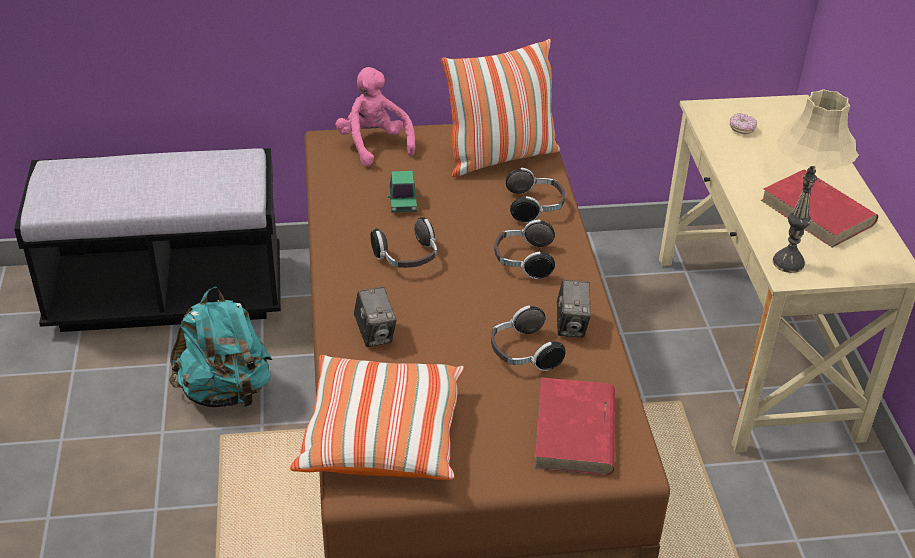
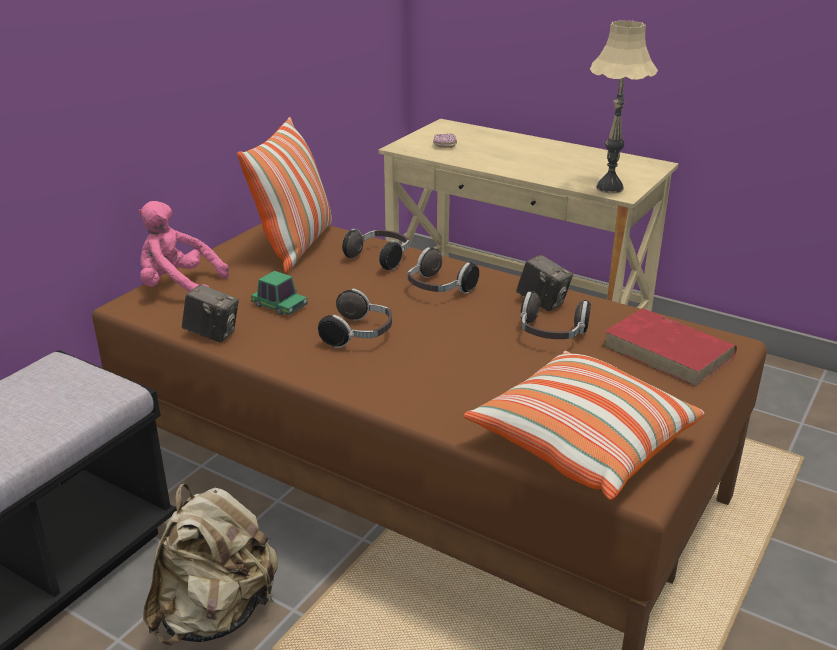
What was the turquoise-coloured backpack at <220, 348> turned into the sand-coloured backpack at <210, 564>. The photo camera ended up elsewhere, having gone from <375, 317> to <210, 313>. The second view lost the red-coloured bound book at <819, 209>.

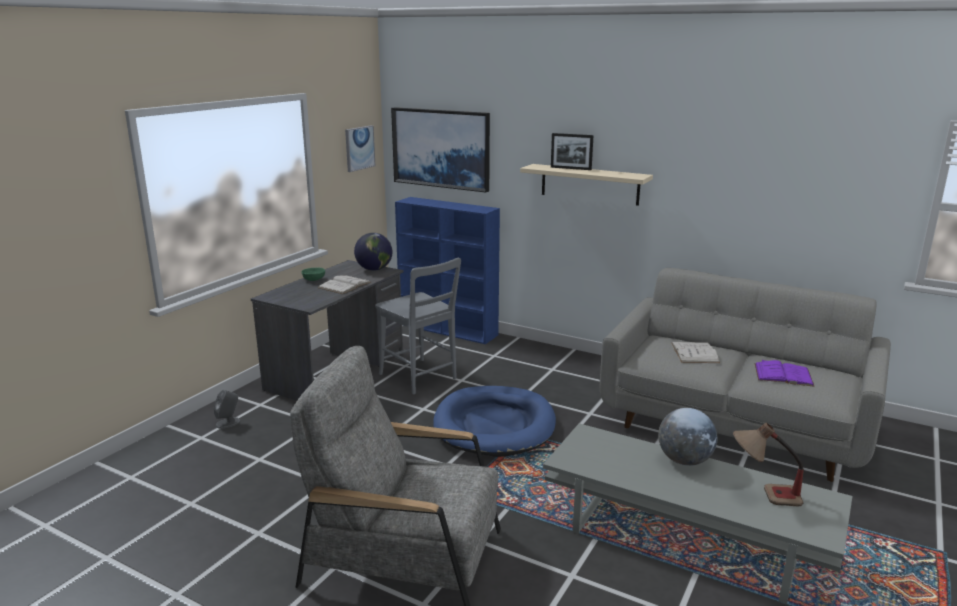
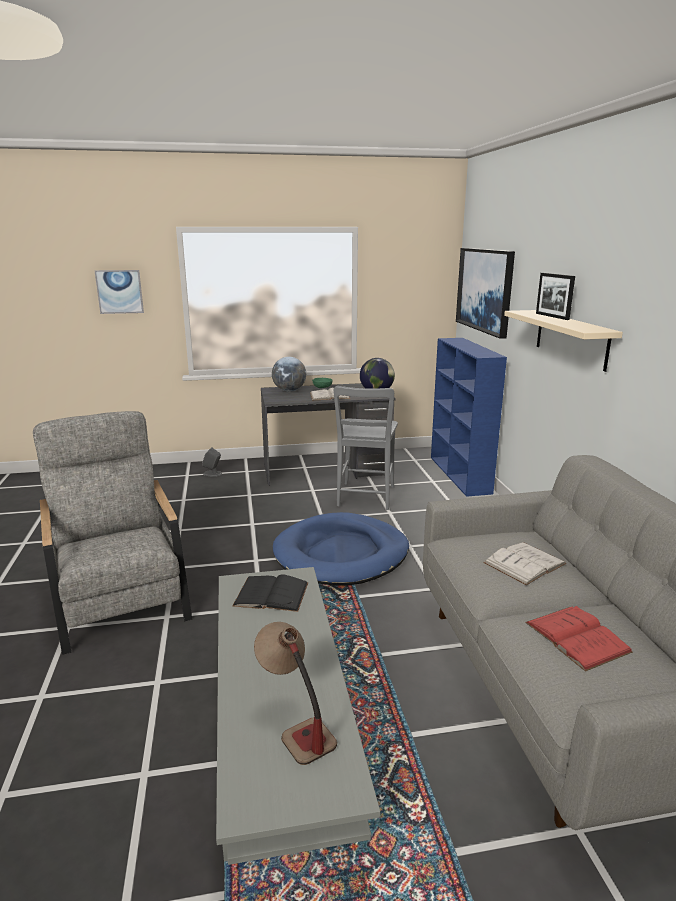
The wall art ended up elsewhere, having gone from <360, 148> to <119, 292>. The desk globe ended up elsewhere, having gone from <688, 437> to <289, 374>. What was the purplish bound book at <784, 373> turned into the red-coloured bound book at <579, 639>. The second view gained the blackish bound book at <270, 593>.

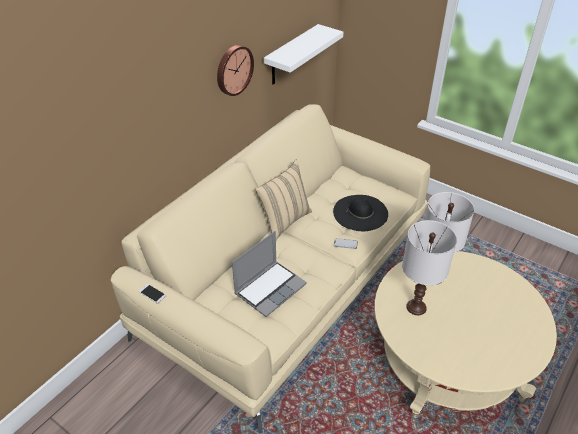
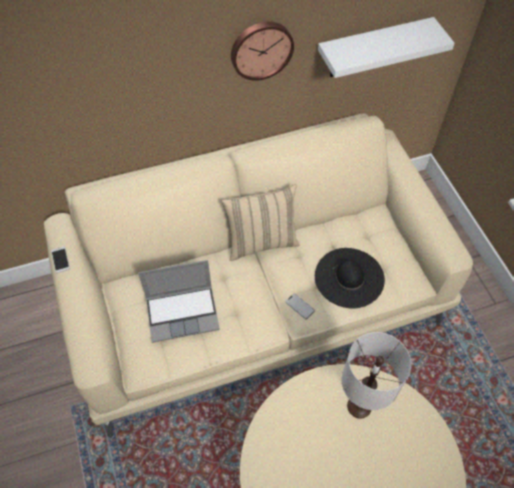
The second view lost the white table lamp at <429, 267>.

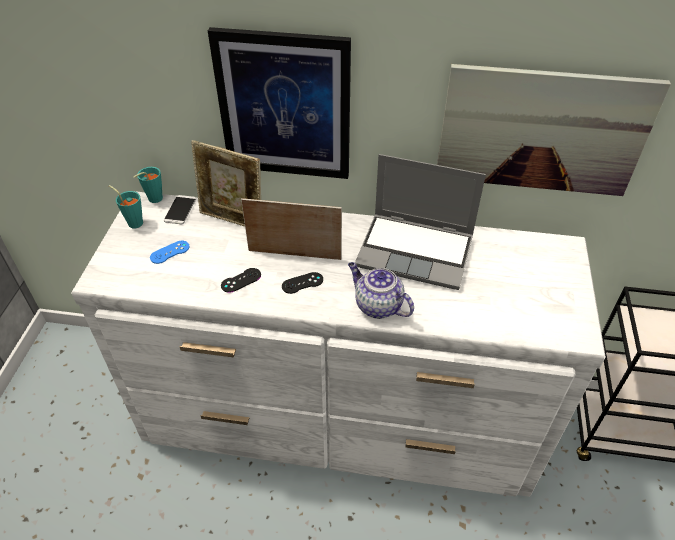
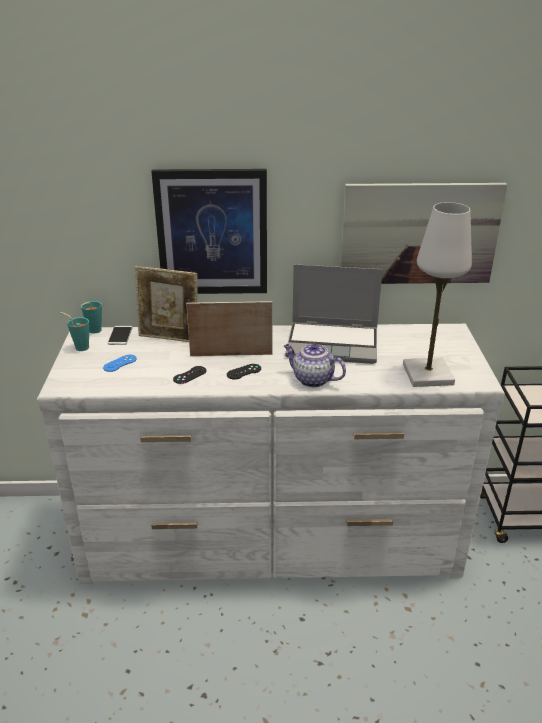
The second view gained the white table lamp at <437, 294>.

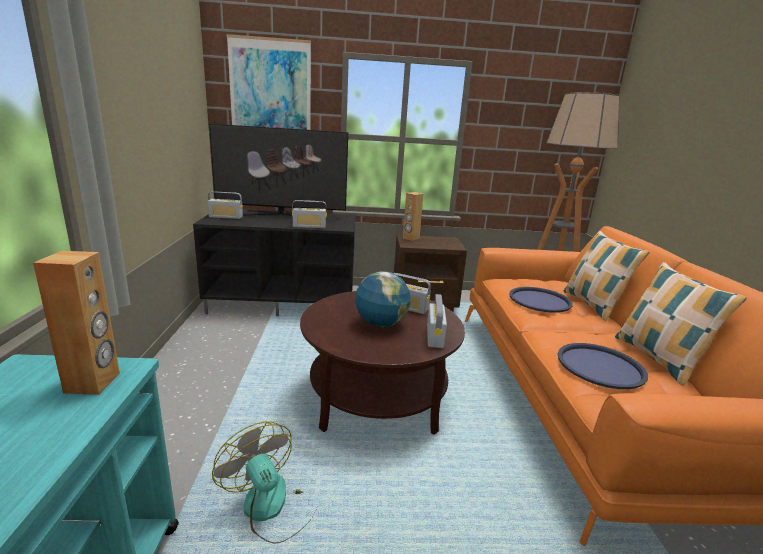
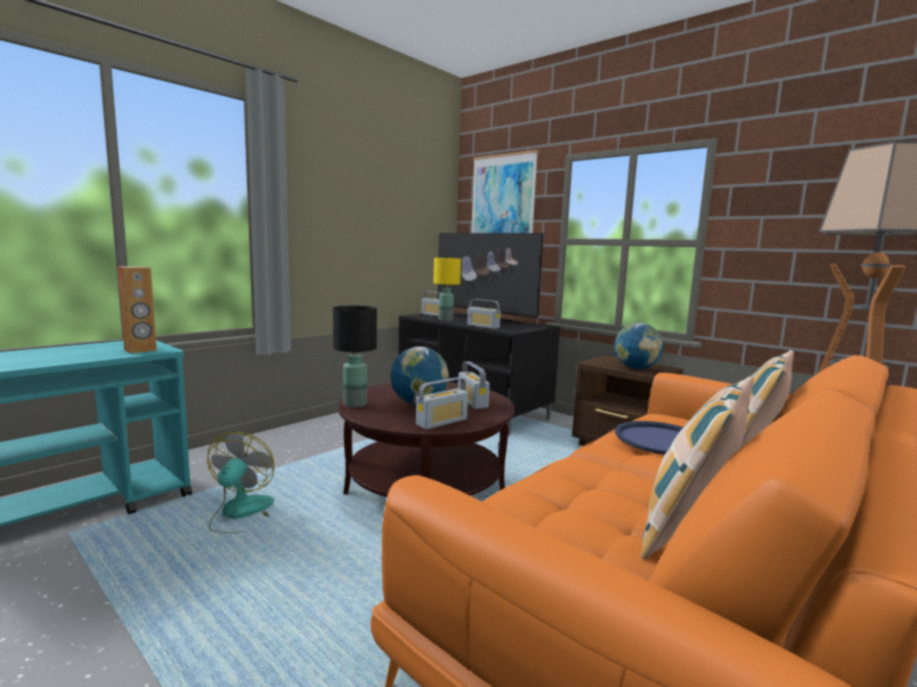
The second view lost the brown loudspeaker at <413, 216>. The second view lost the blue tray at <603, 366>. The second view gained the blackish table lamp at <355, 357>. The second view gained the yellow-coloured table lamp at <447, 289>. The second view gained the desk globe at <638, 346>.

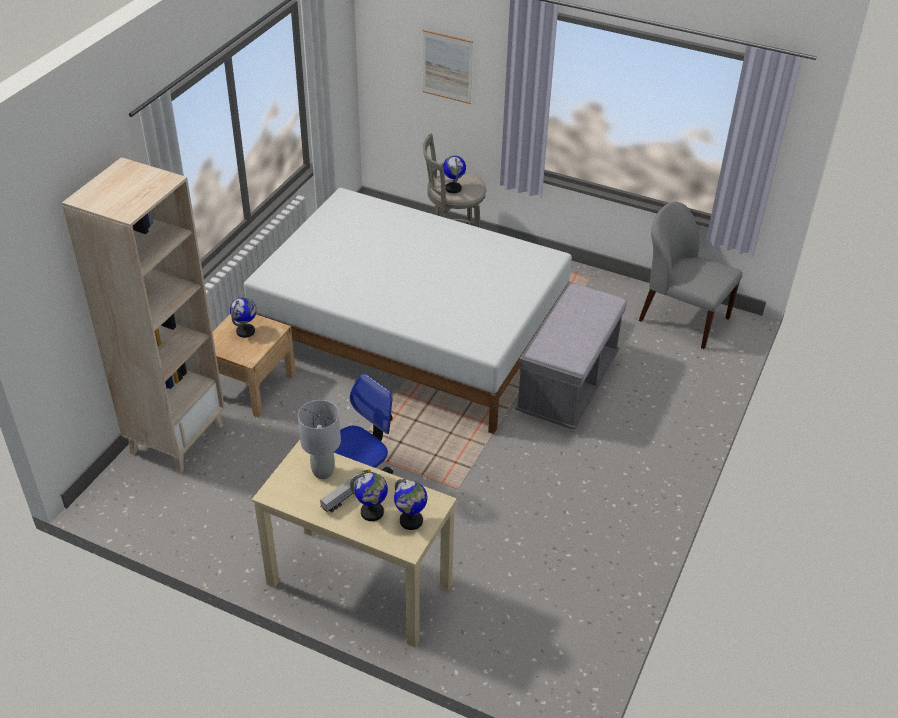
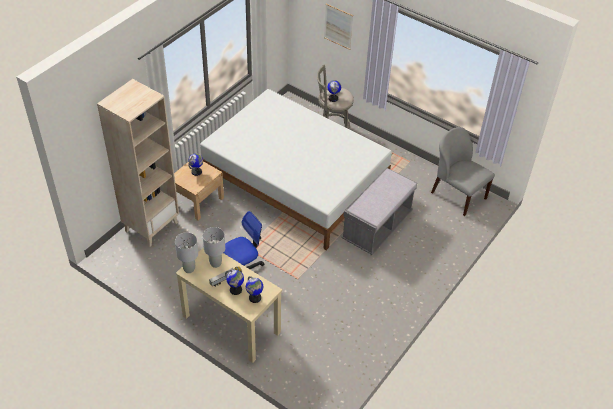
The second view gained the grey table lamp at <186, 252>.

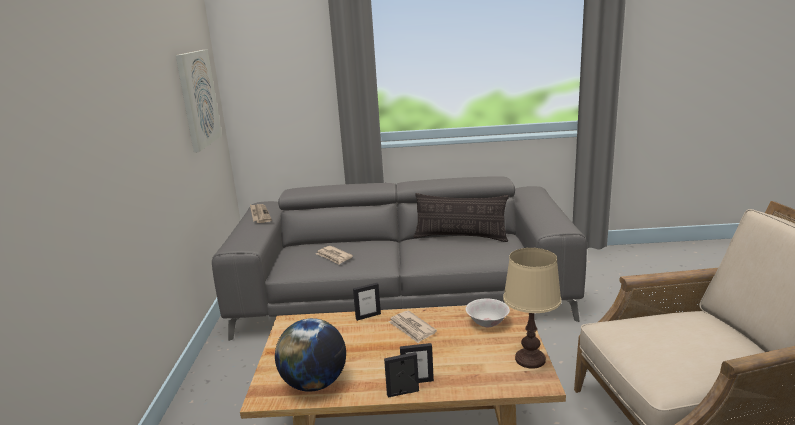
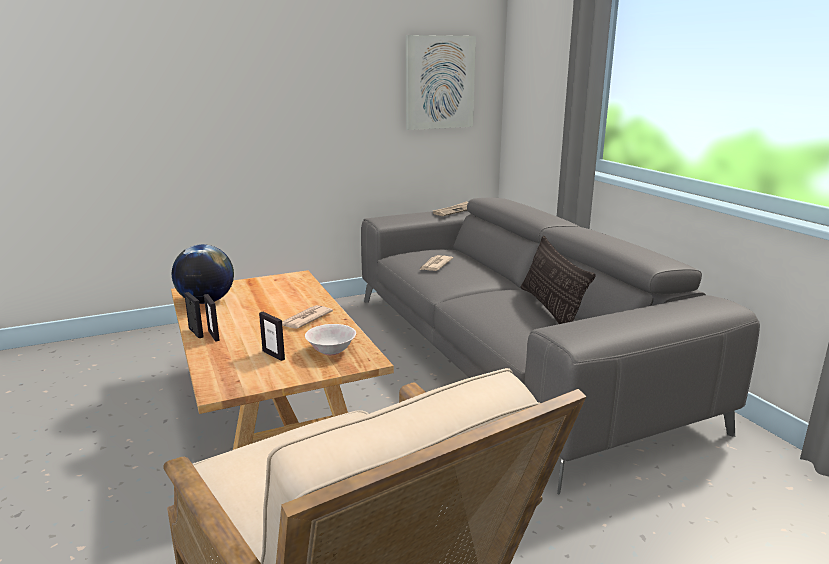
The photo frame ended up elsewhere, having gone from <367, 302> to <272, 336>. The second view lost the sand-coloured table lamp at <532, 308>.

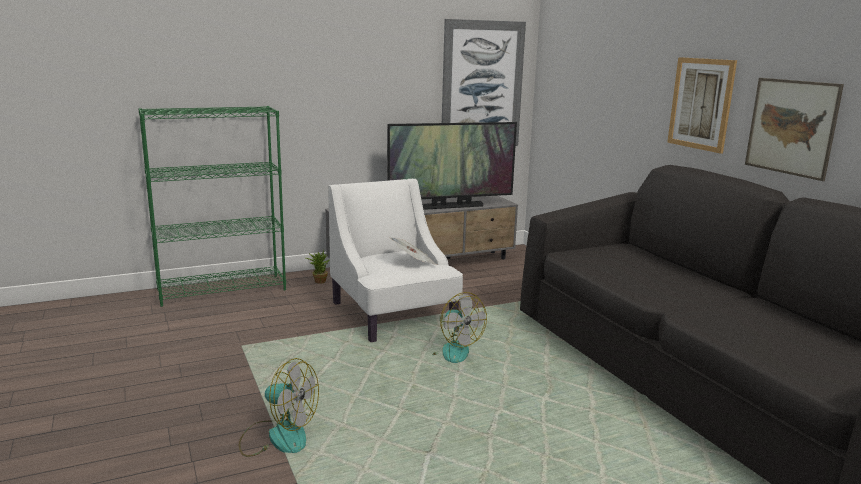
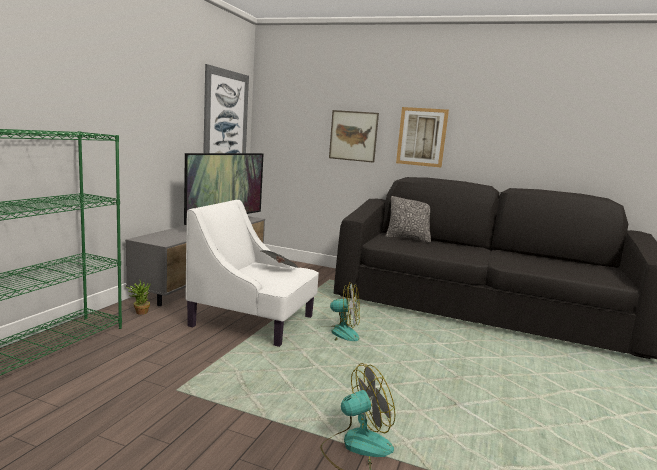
The wall art ended up elsewhere, having gone from <794, 129> to <354, 136>. The second view gained the cushion at <408, 219>.

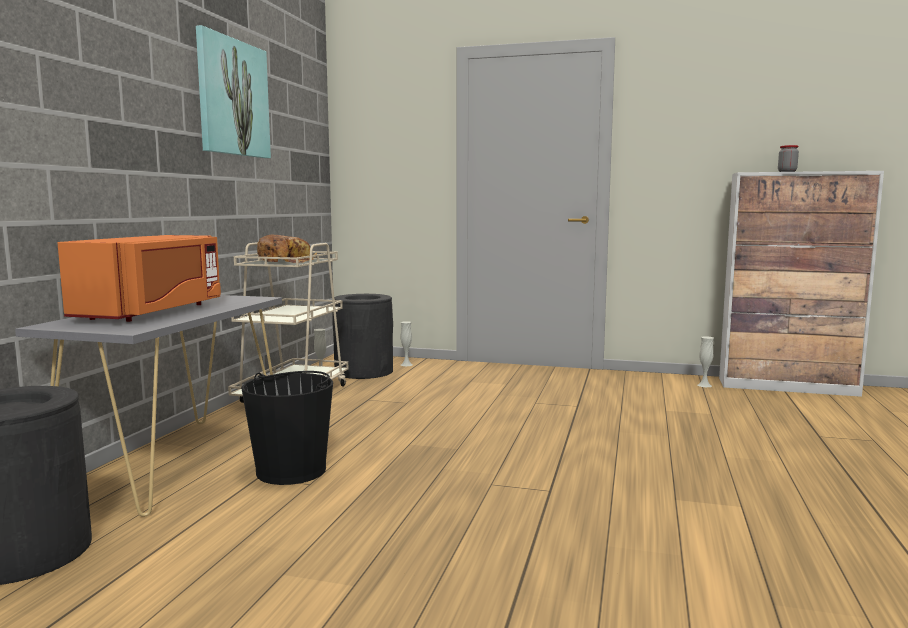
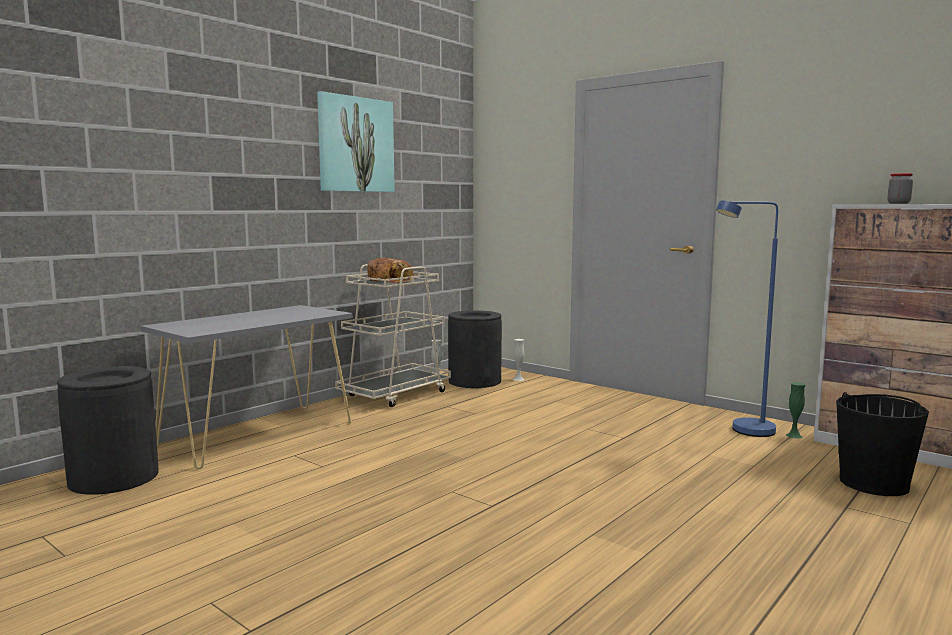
The second view lost the orangey microwave oven at <139, 278>. The blackish bucket ended up elsewhere, having gone from <287, 428> to <882, 444>. What was the white decorative vase at <706, 361> turned into the greenish decorative vase at <795, 410>. The second view gained the blue standard lamp at <747, 318>.

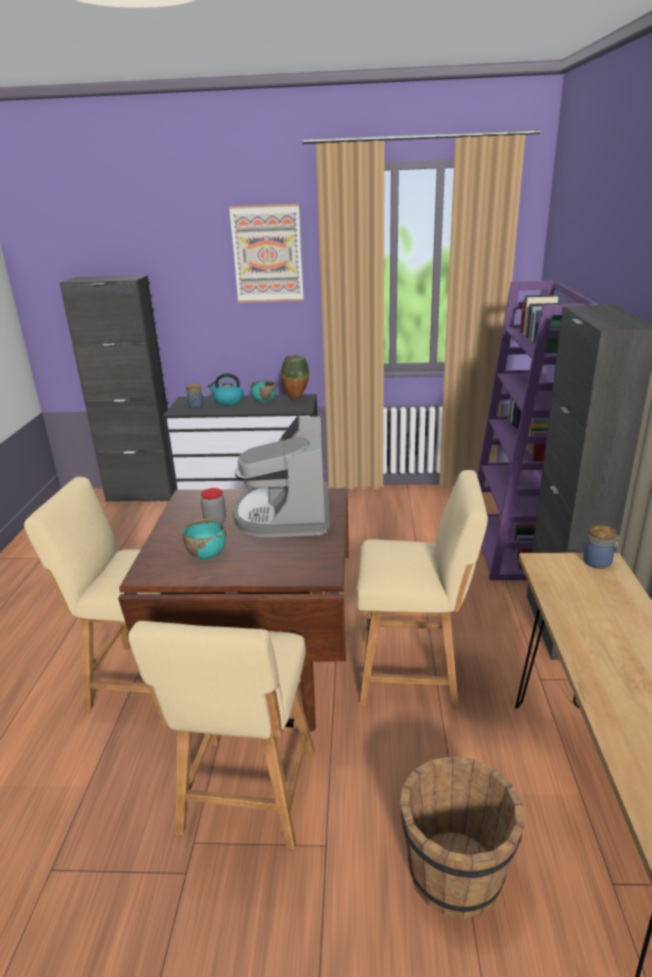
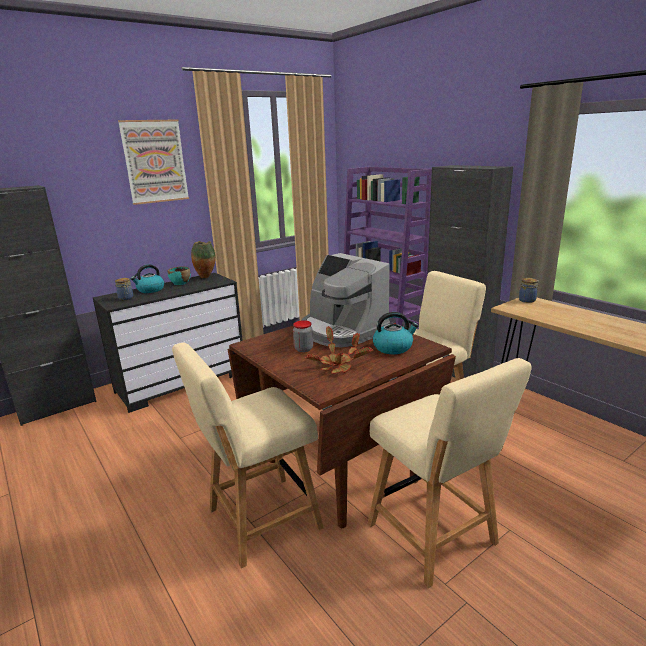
Where the turquoise-coloured serving bowl stood at <204, 539>, the potted plant came to stand at <339, 350>. The second view lost the brown bucket at <462, 837>. The second view gained the kettle at <396, 333>.

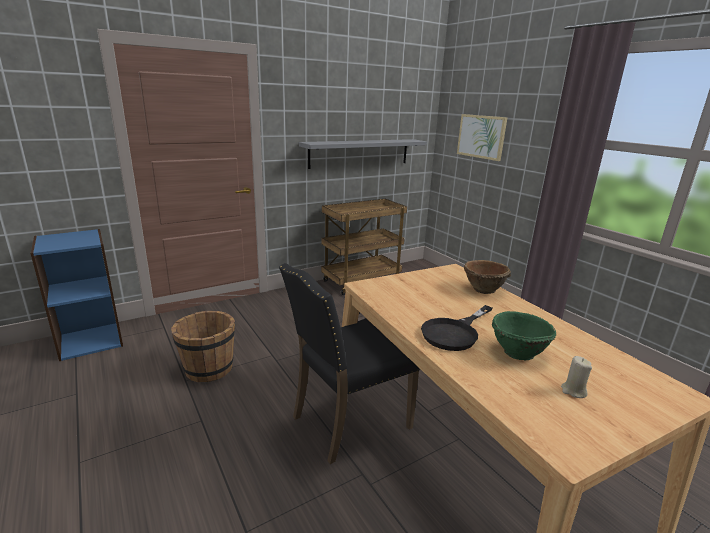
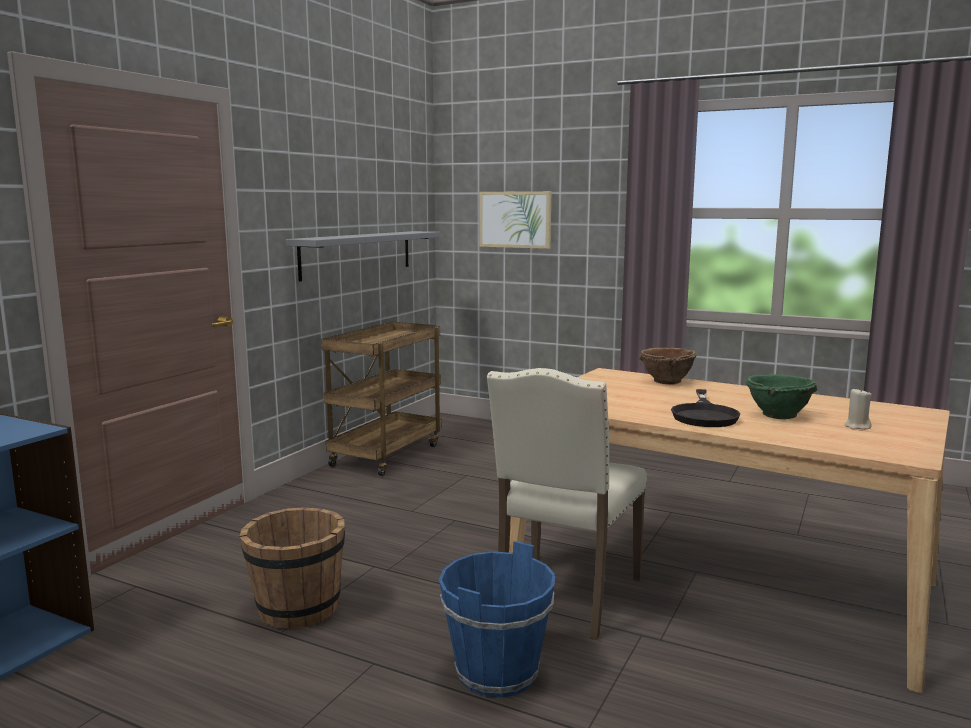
What was the blackish plain chair at <349, 363> turned into the sand-coloured plain chair at <567, 504>. The second view gained the blue bucket at <497, 619>.

